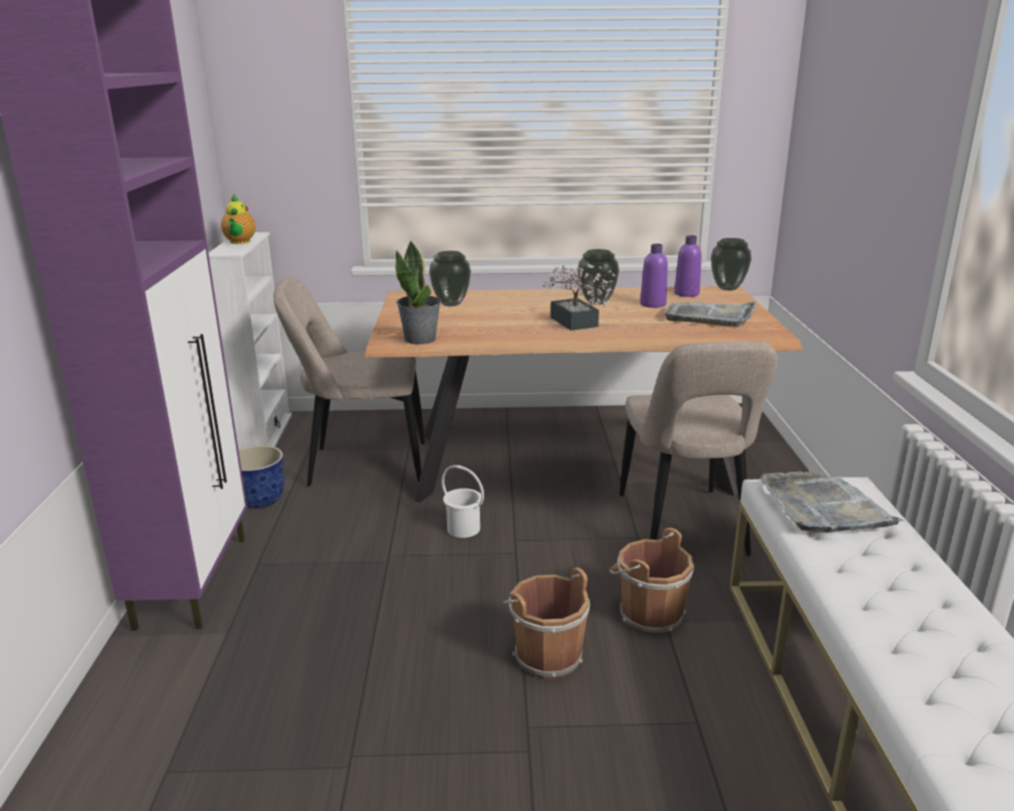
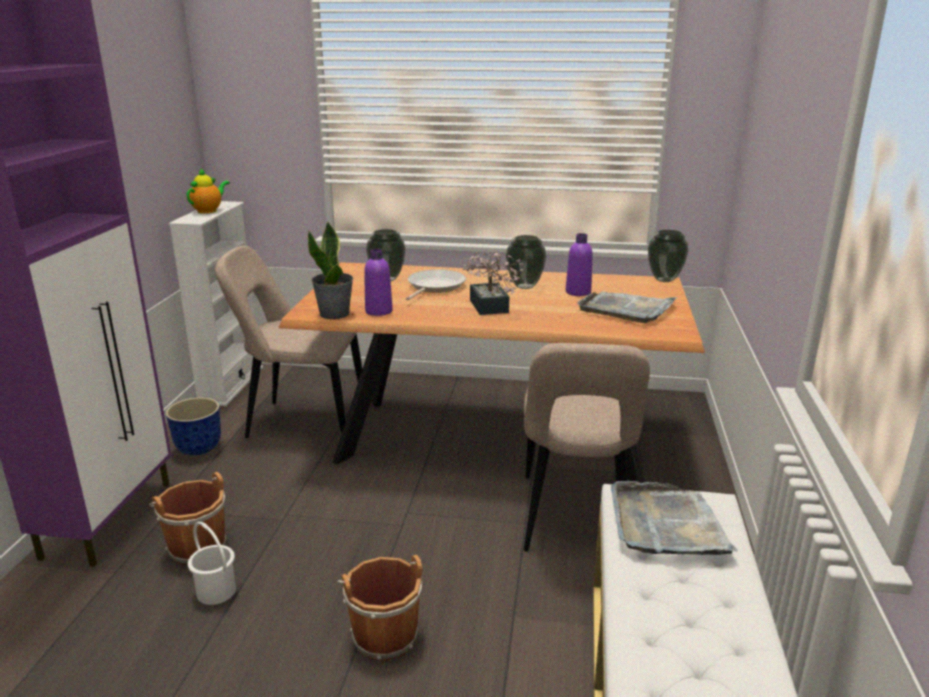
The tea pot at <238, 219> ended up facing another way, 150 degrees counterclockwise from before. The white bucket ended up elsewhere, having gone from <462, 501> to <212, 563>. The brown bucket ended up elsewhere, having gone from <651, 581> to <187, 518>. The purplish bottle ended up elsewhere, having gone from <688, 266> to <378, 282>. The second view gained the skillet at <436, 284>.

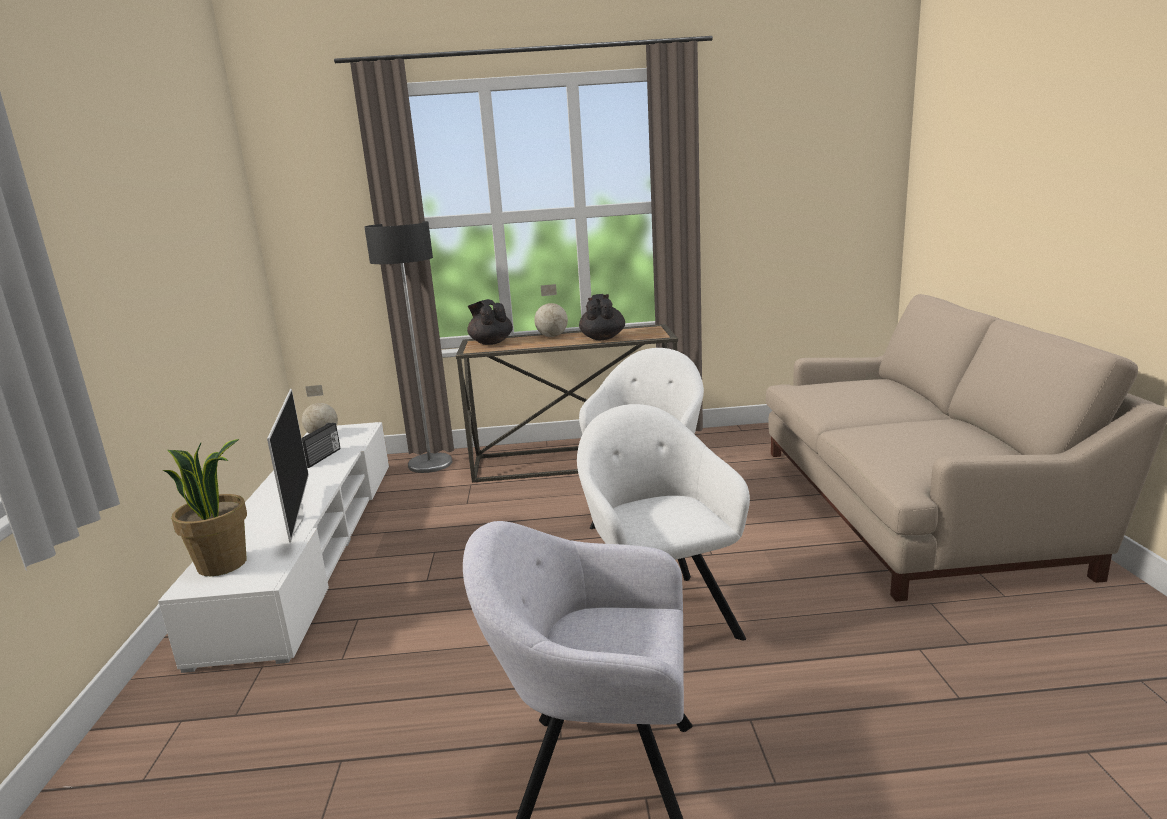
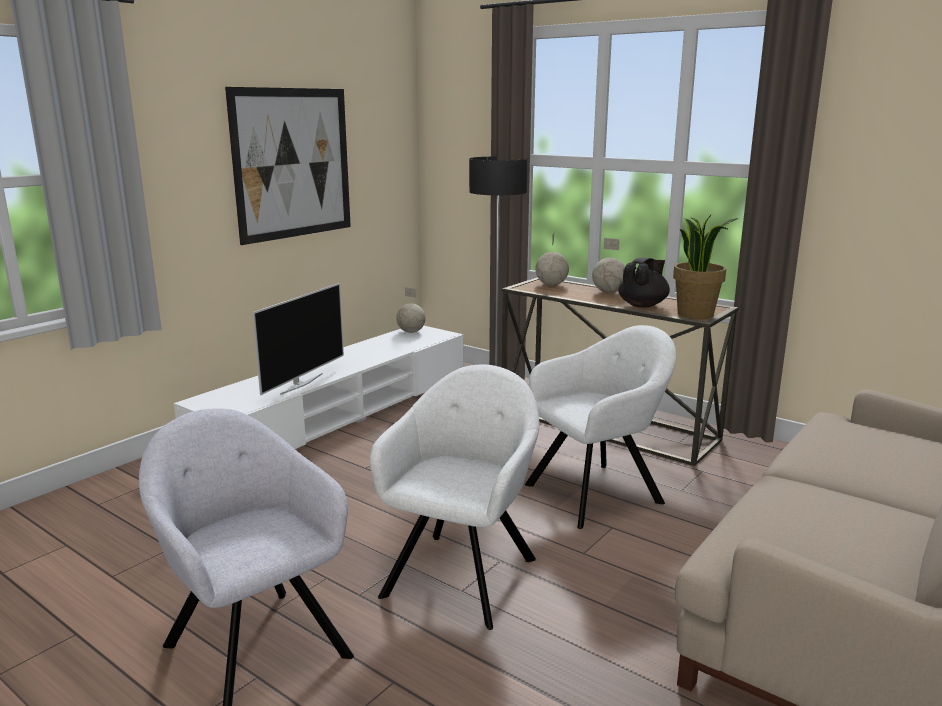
The potted plant ended up elsewhere, having gone from <205, 507> to <705, 266>. The second view lost the radio receiver at <321, 445>. Where the blackish tea pot stood at <490, 322>, the desk globe came to stand at <552, 259>. The second view gained the wall art at <288, 166>.

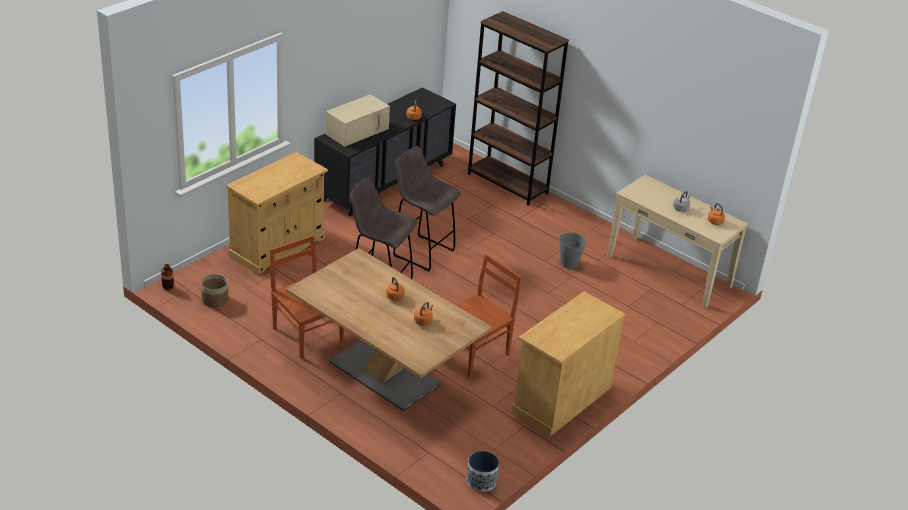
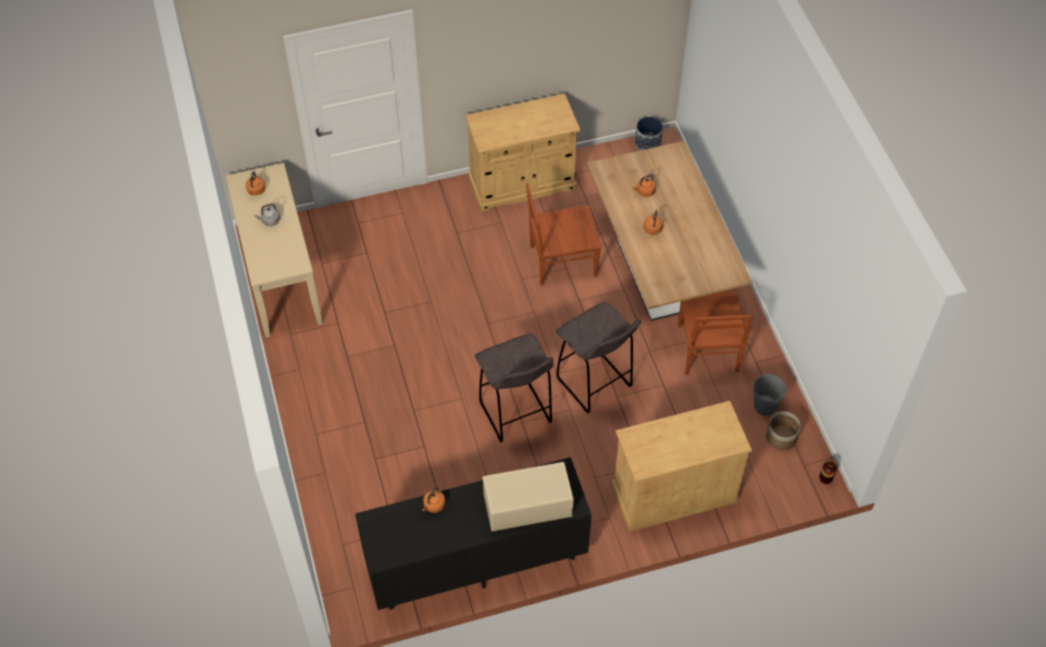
The second view lost the brown shelving unit at <518, 108>. The grey bucket ended up elsewhere, having gone from <572, 250> to <770, 395>.

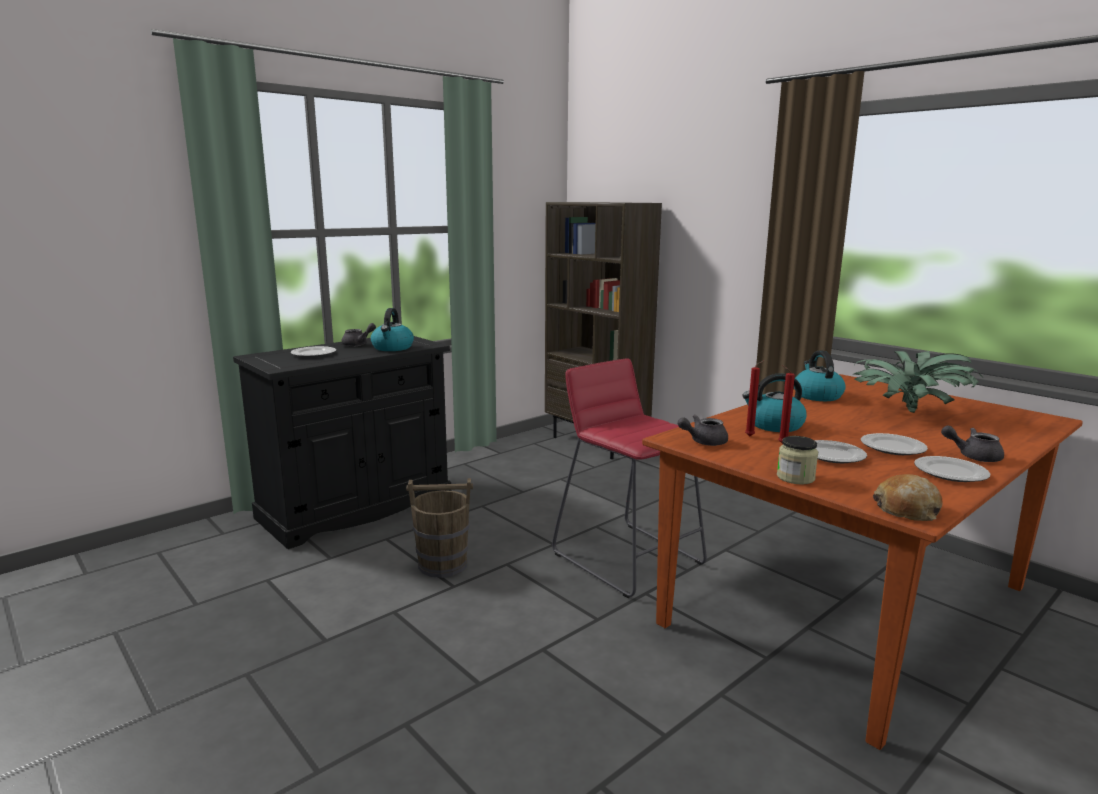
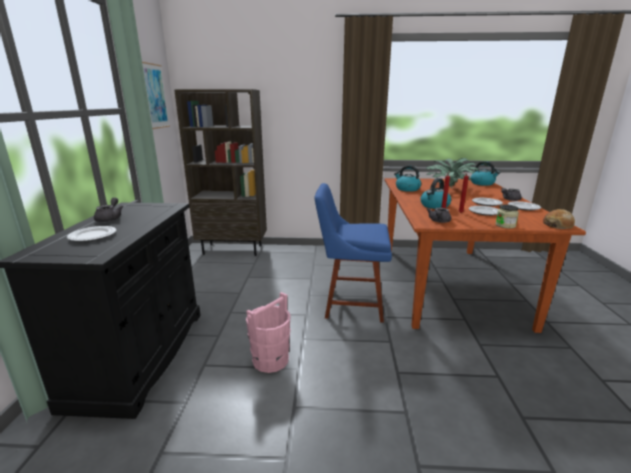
The kettle ended up elsewhere, having gone from <392, 329> to <485, 173>. What was the brown bucket at <439, 528> turned into the pinkish bucket at <268, 332>. Where the red-coloured stool stood at <629, 478>, the blue plain chair came to stand at <353, 253>. The second view gained the wall art at <156, 95>.

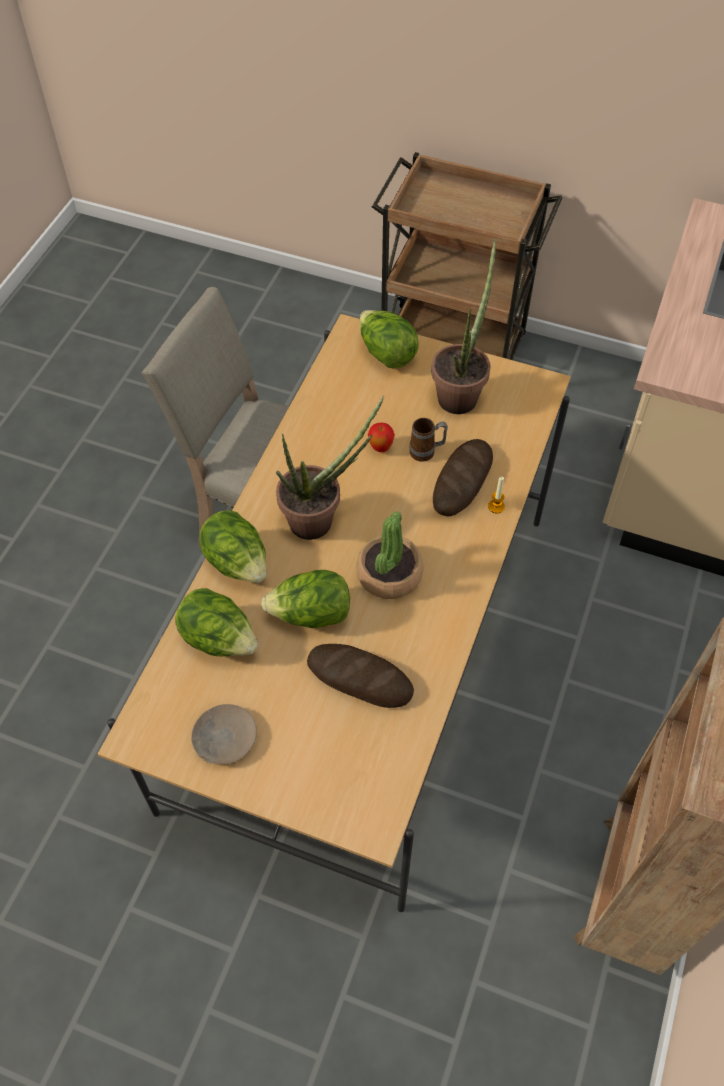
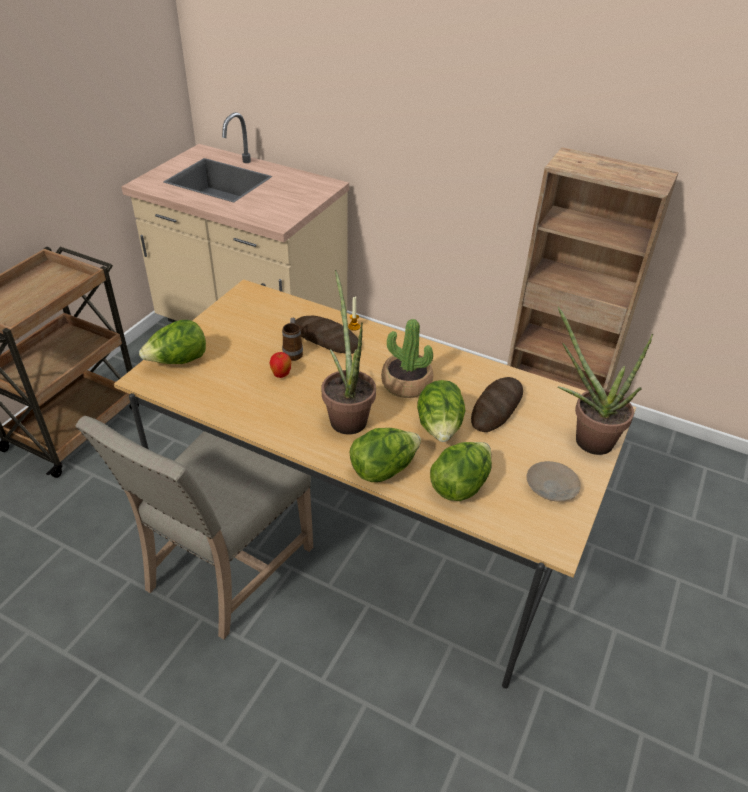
The potted plant ended up elsewhere, having gone from <463, 326> to <605, 380>.

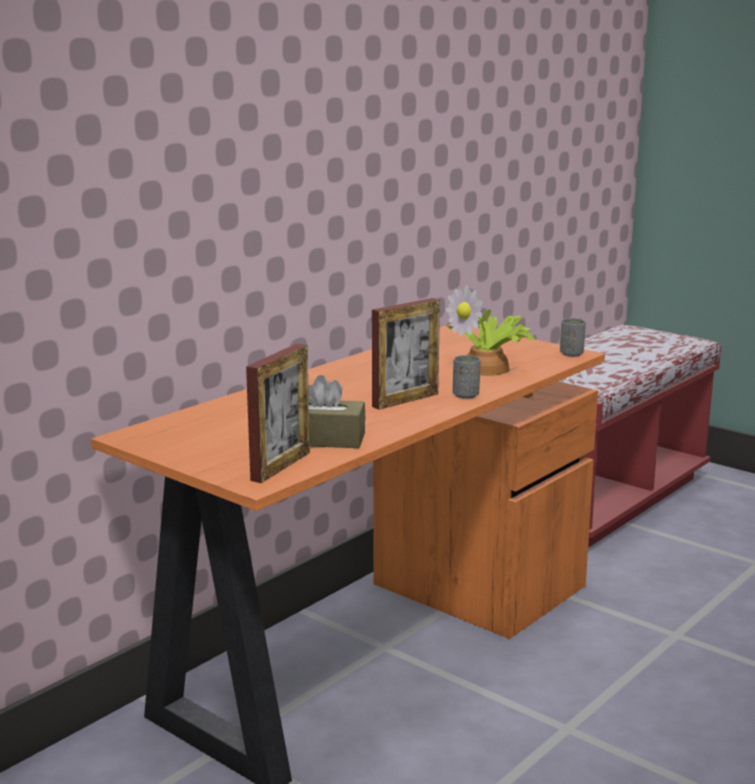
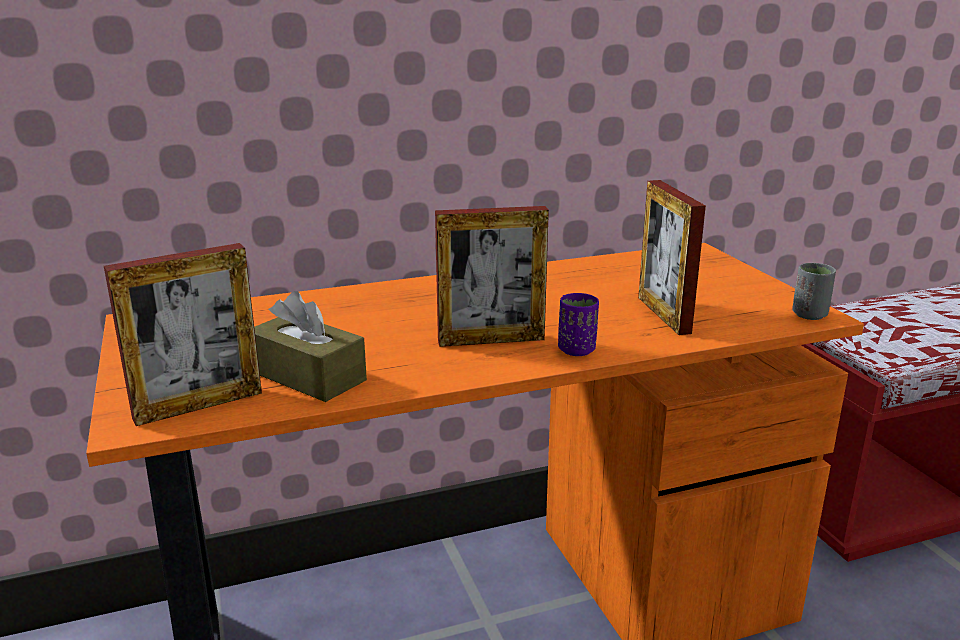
Where the potted plant stood at <490, 330>, the photo frame came to stand at <672, 257>. What was the grey small cup at <467, 377> turned into the purplish small cup at <578, 324>.

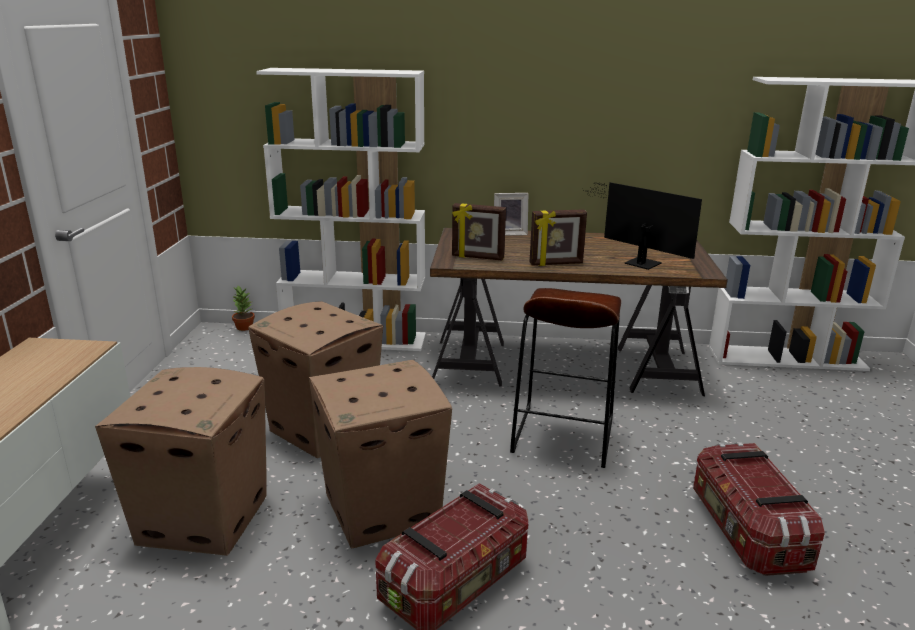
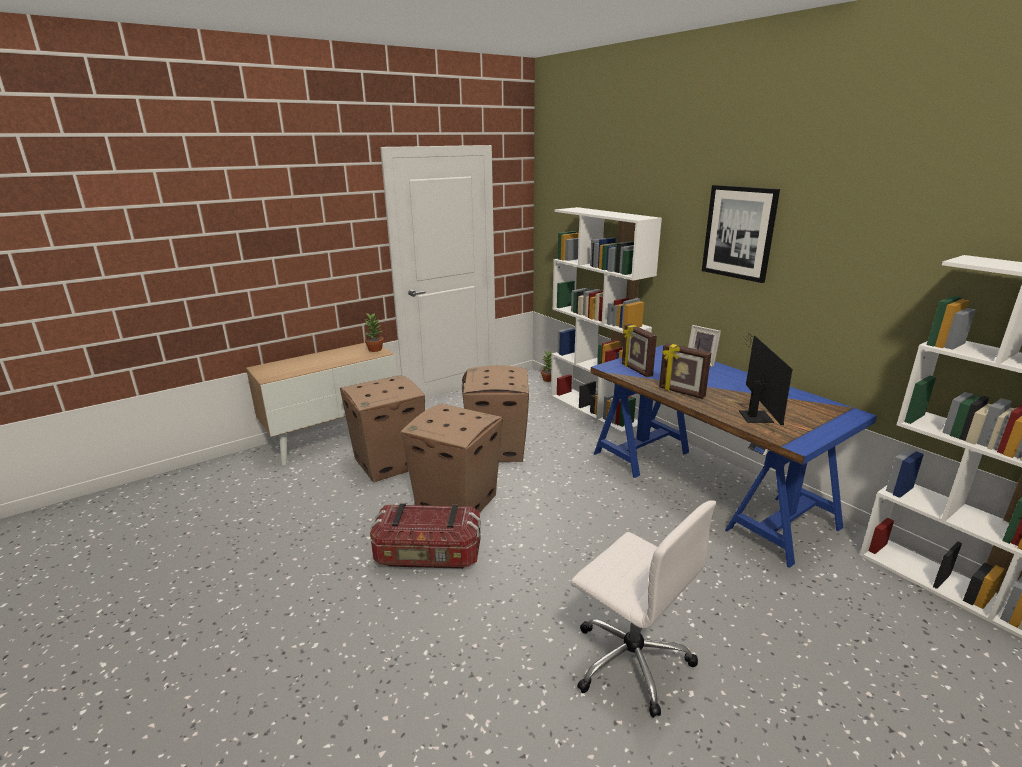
What was the brown desk unit at <579, 312> turned into the blue desk unit at <733, 456>. The second view lost the brown stool at <565, 378>. Where the storage bin stood at <759, 509>, the white computer chair came to stand at <643, 609>. The second view gained the potted plant at <374, 332>. The second view gained the wall art at <741, 234>.

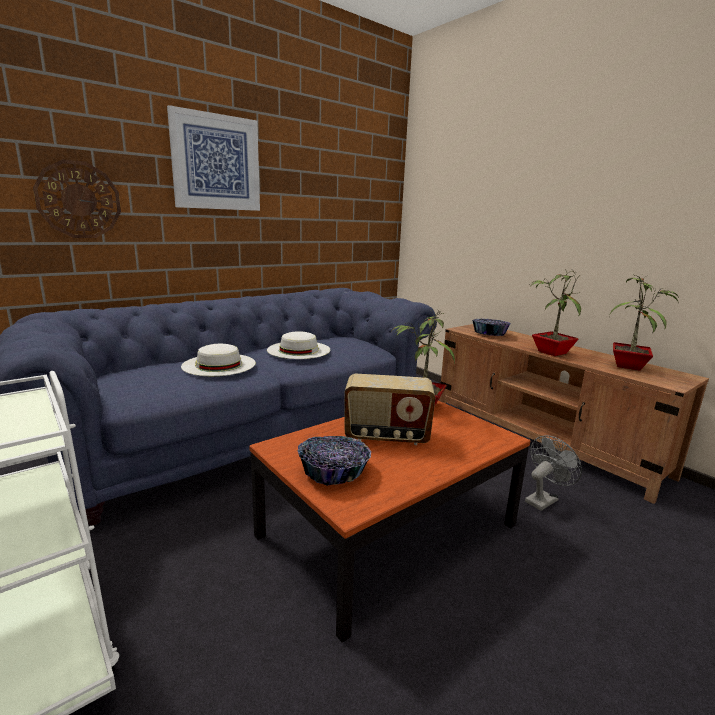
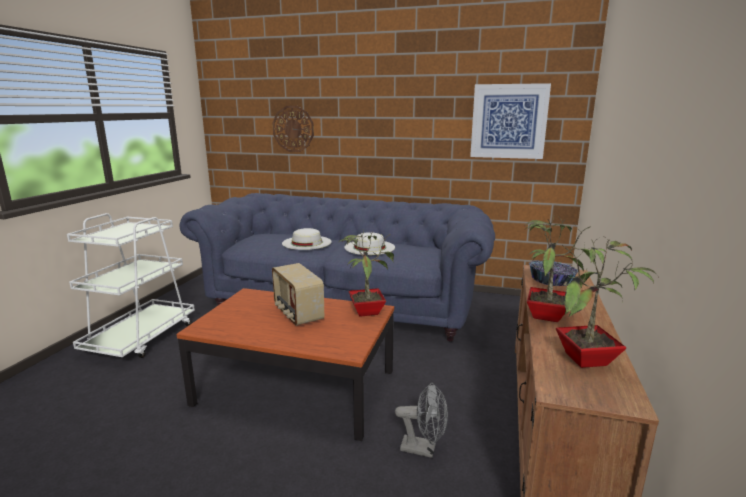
The wall art ended up elsewhere, having gone from <213, 158> to <510, 121>. The second view lost the serving bowl at <334, 461>.

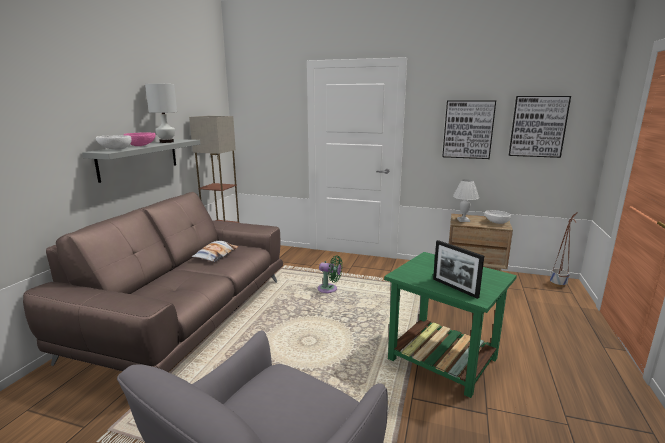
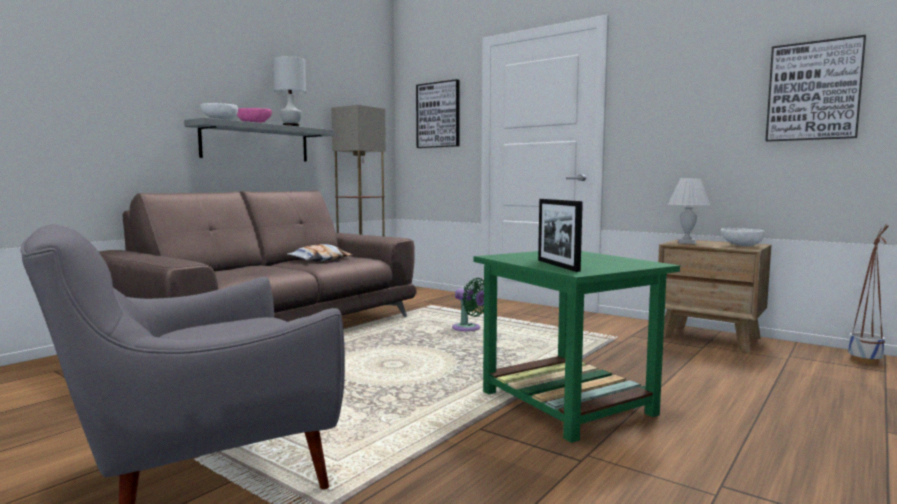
The wall art ended up elsewhere, having gone from <469, 130> to <438, 113>.

